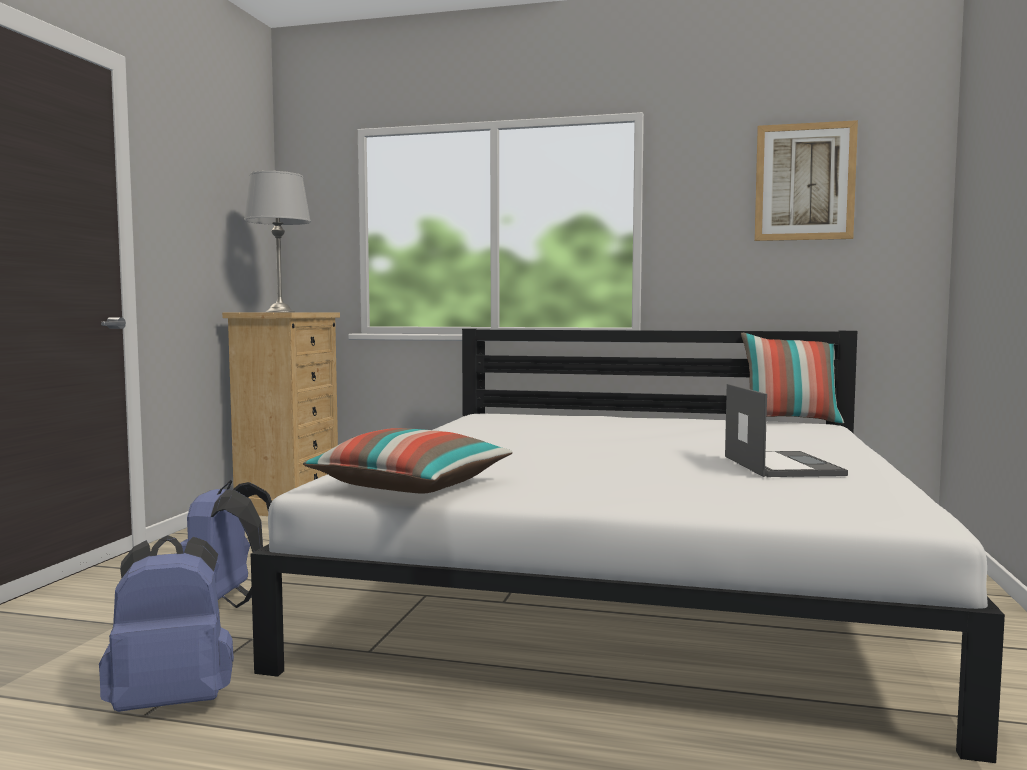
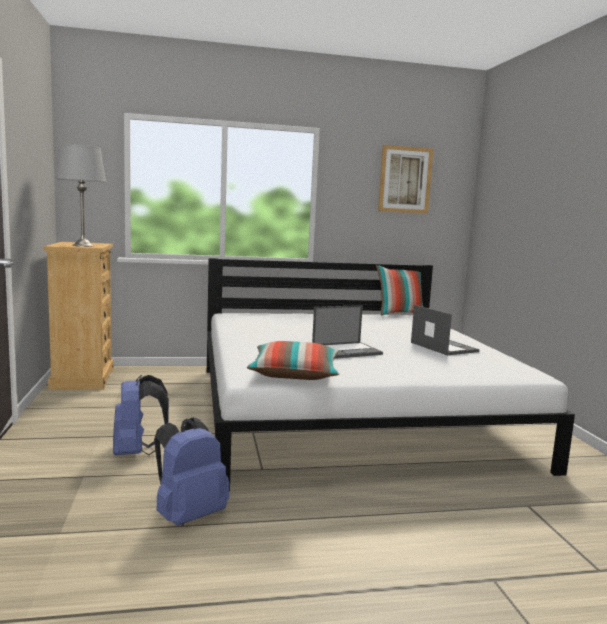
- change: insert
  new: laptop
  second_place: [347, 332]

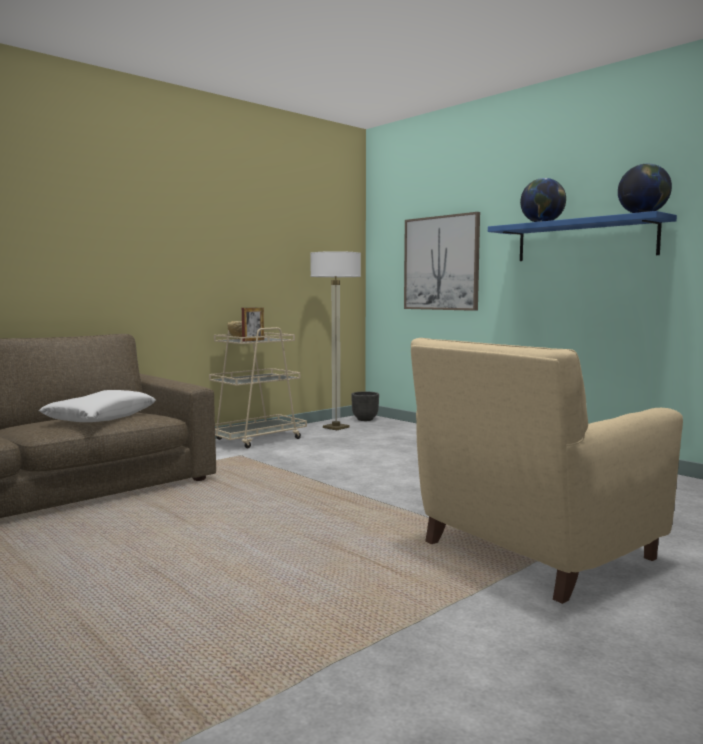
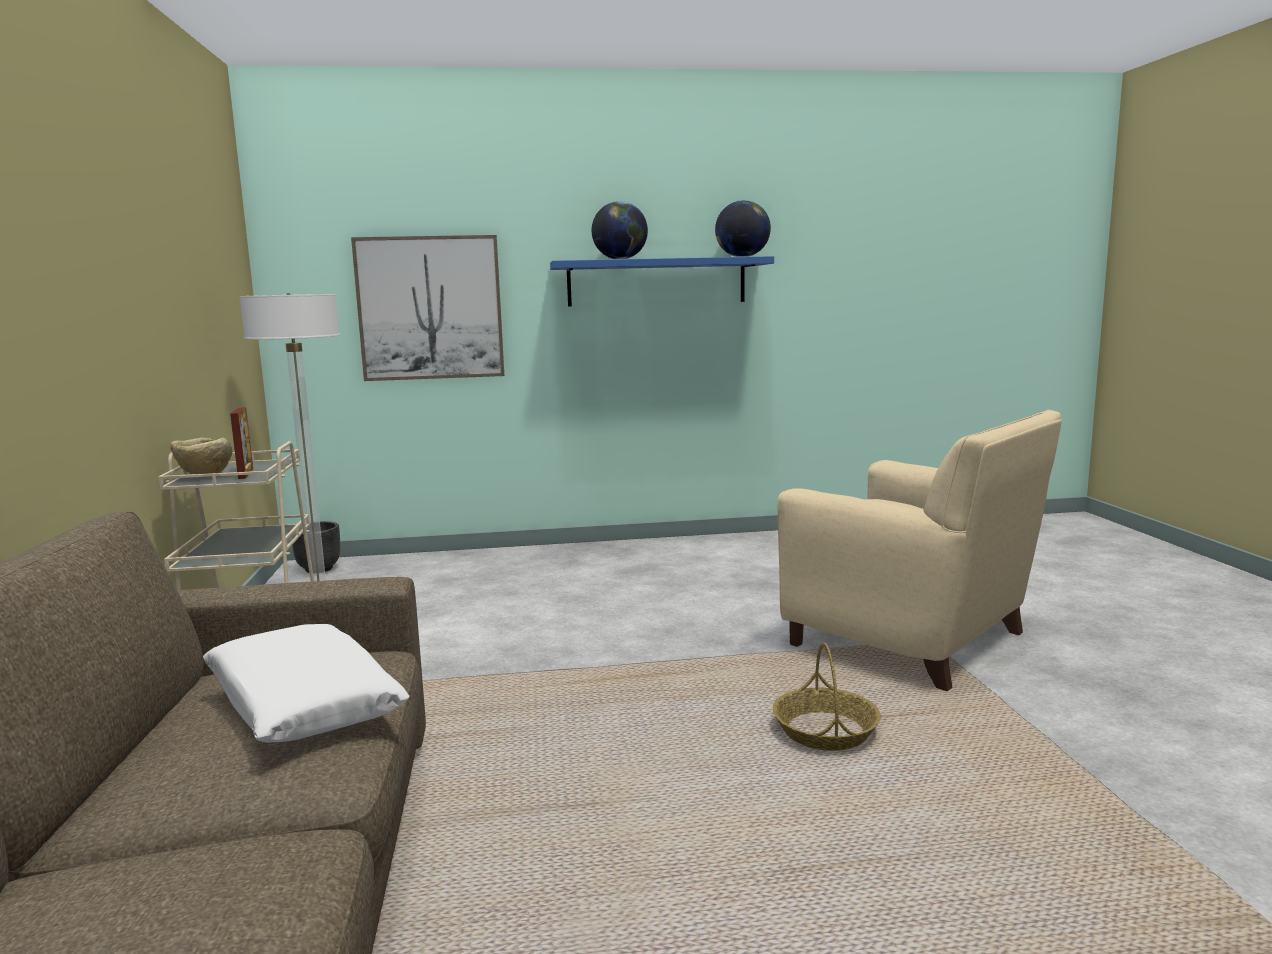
- change: insert
  new: basket
  second_place: [827, 697]
- change: rotate
  old: armchair in beige
  first_place: [547, 471]
  second_place: [920, 550]
  degrees: -45

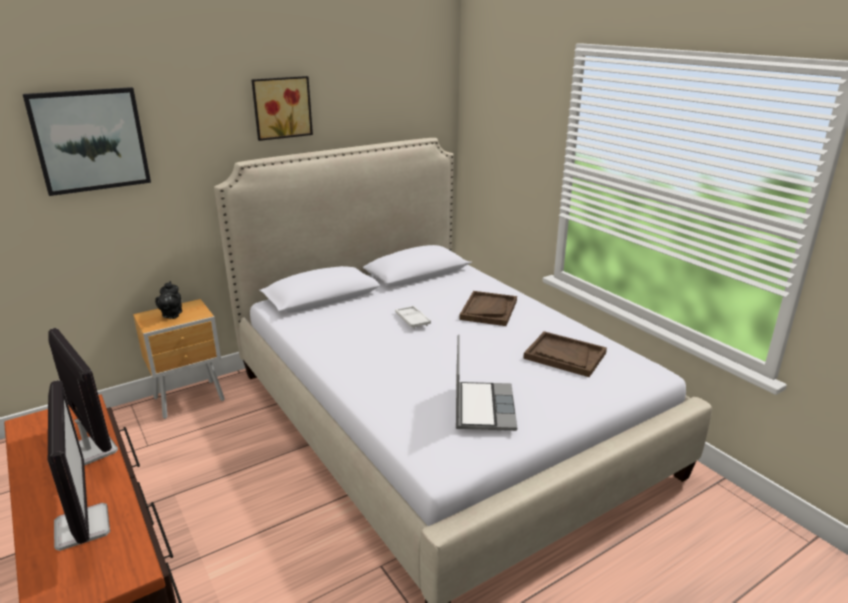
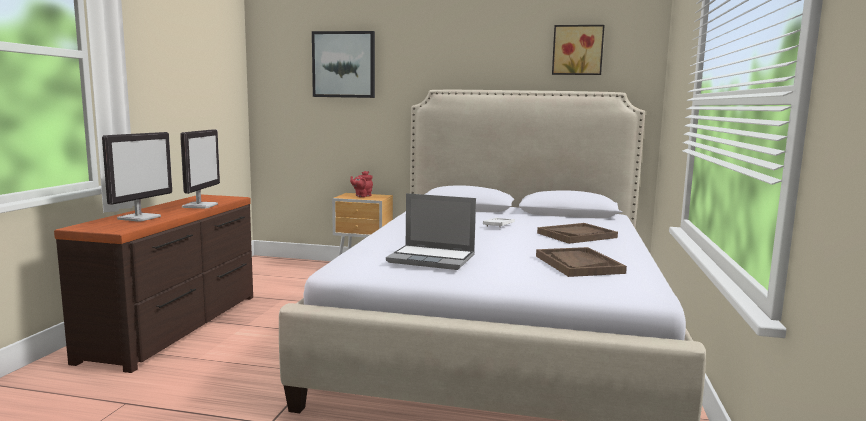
- change: recolor
  old: teapot in black
  new: teapot in red
  first_place: [168, 300]
  second_place: [361, 184]
- change: rotate
  old: laptop
  first_place: [486, 383]
  second_place: [431, 231]
  degrees: 60
- change: move
  old: picture
  first_place: [282, 108]
  second_place: [578, 50]

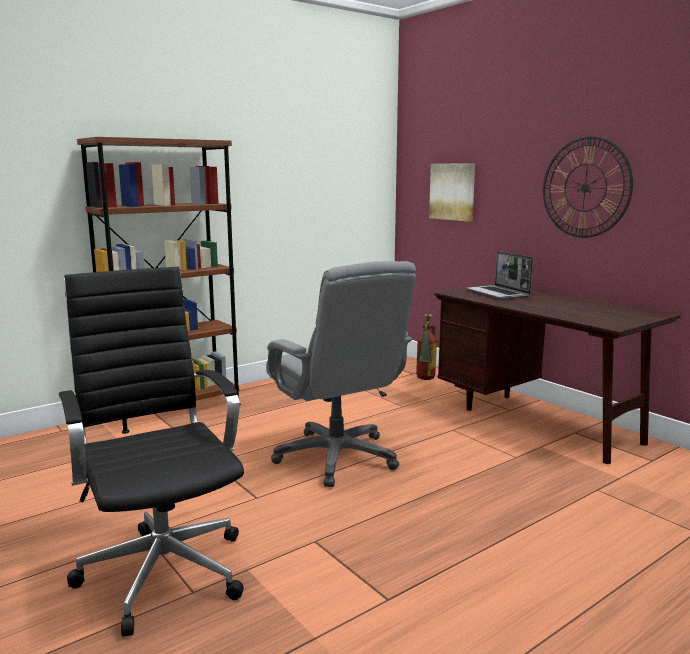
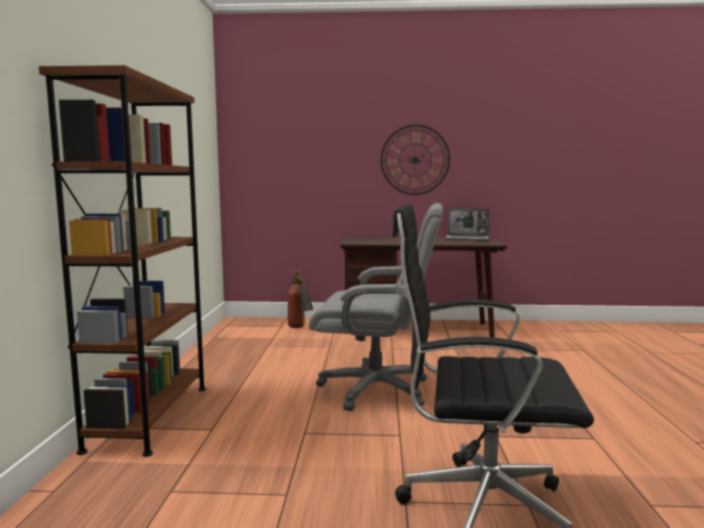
- change: move
  old: laptop
  first_place: [499, 275]
  second_place: [467, 224]
- change: delete
  old: picture
  first_place: [452, 192]

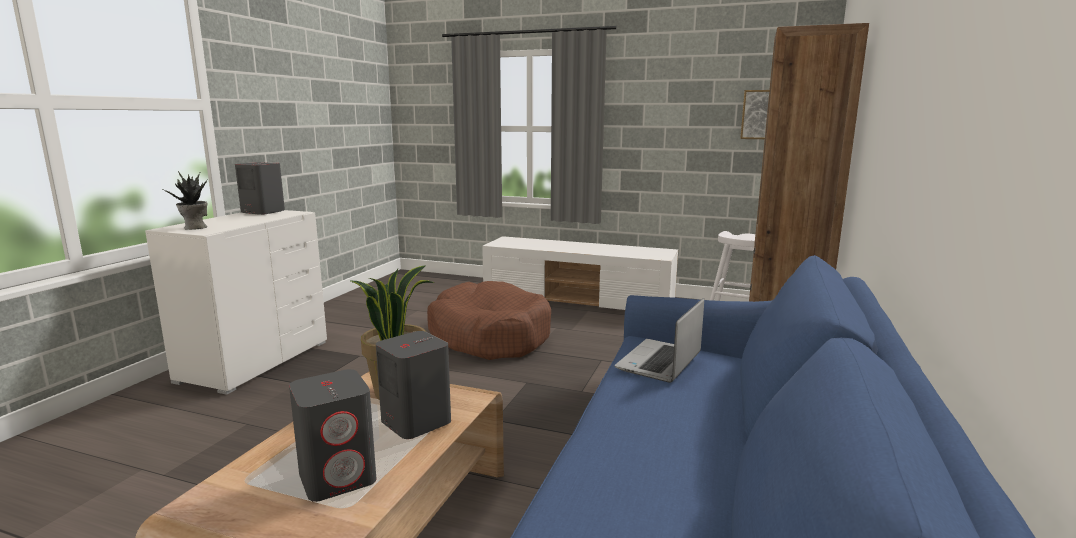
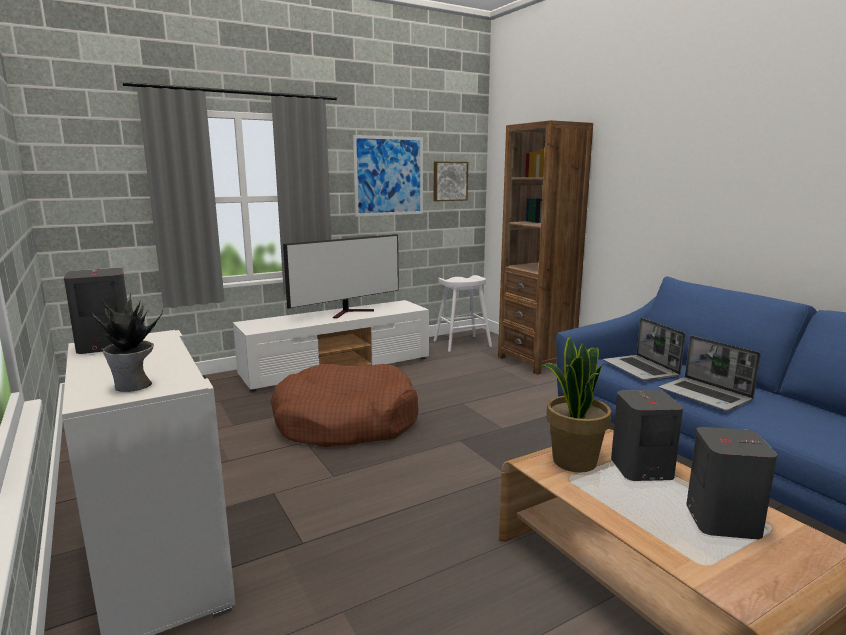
- change: insert
  new: television
  second_place: [341, 276]
- change: insert
  new: picture
  second_place: [388, 176]
- change: insert
  new: laptop
  second_place: [710, 373]

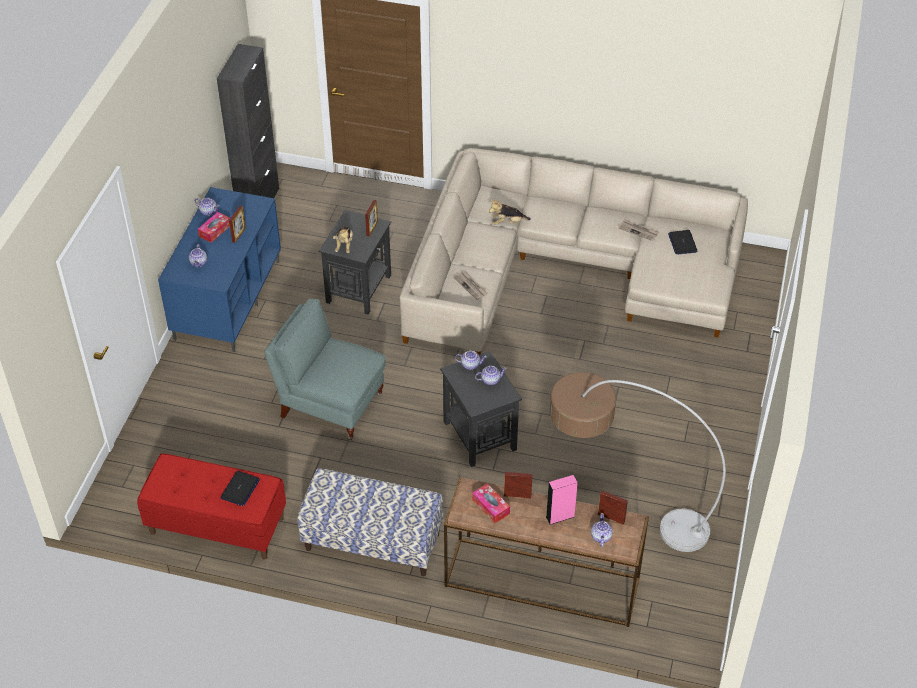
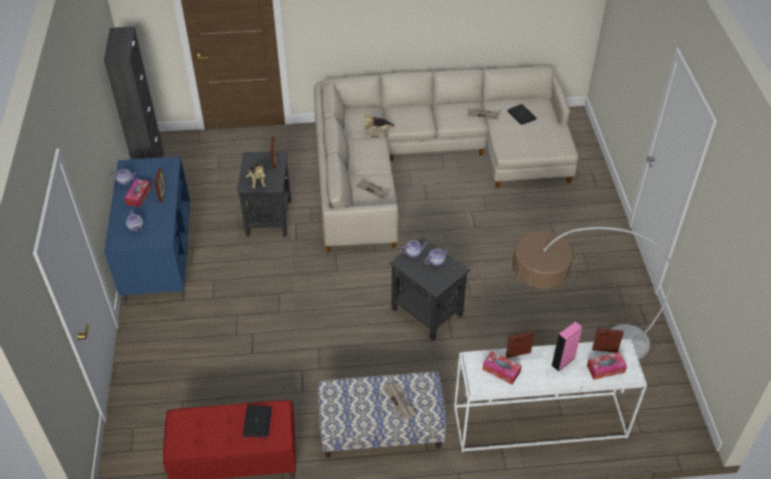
- change: insert
  new: newspaper
  second_place: [399, 401]
- change: recolor
  old: console table in brown
  new: console table in white
  first_place: [546, 552]
  second_place: [550, 395]
- change: replace
  old: teapot
  new: tissue box
  first_place: [602, 530]
  second_place: [607, 366]
- change: delete
  old: armchair in grey
  first_place: [325, 369]

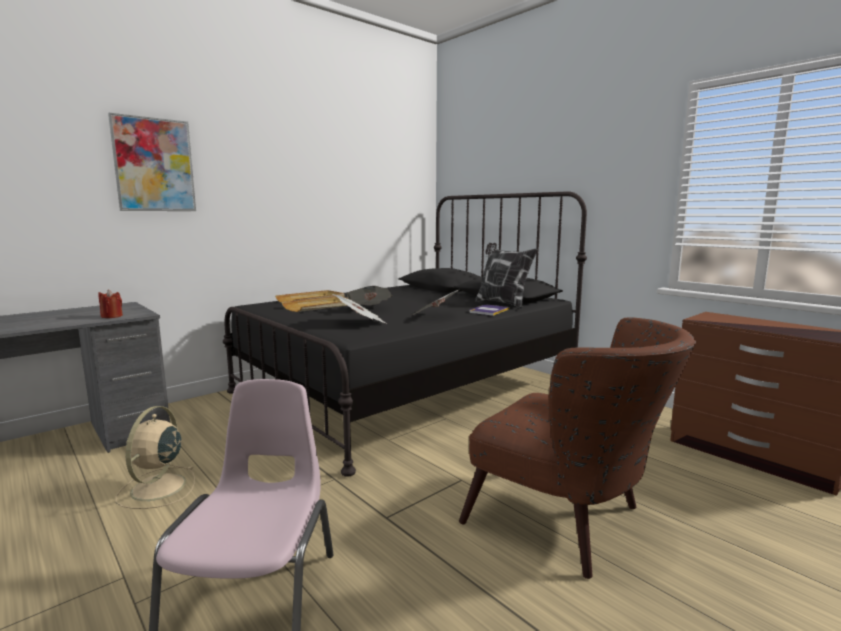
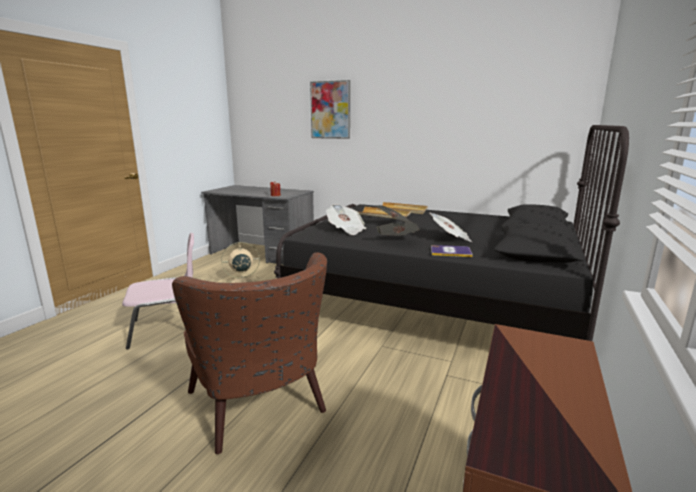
- change: rotate
  old: armchair in brown
  first_place: [577, 448]
  second_place: [249, 353]
  degrees: -45
- change: insert
  new: newspaper
  second_place: [451, 227]
- change: delete
  old: pillow
  first_place: [506, 276]

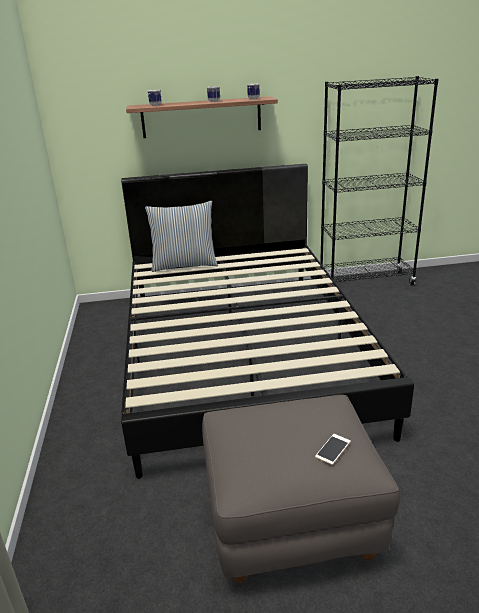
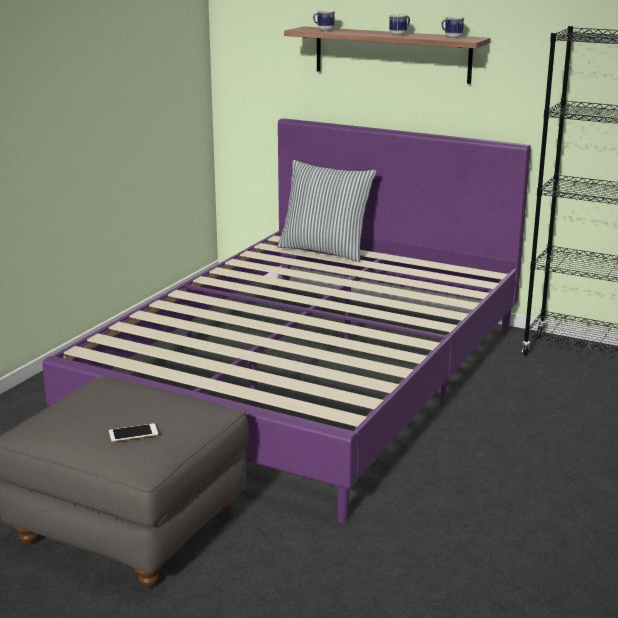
- change: recolor
  old: bed in black
  new: bed in purple
  first_place: [267, 321]
  second_place: [286, 320]

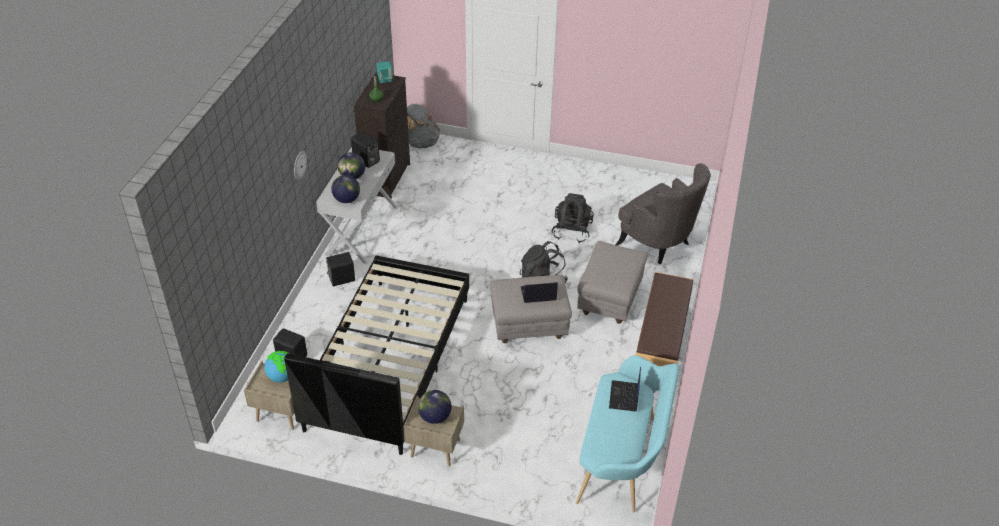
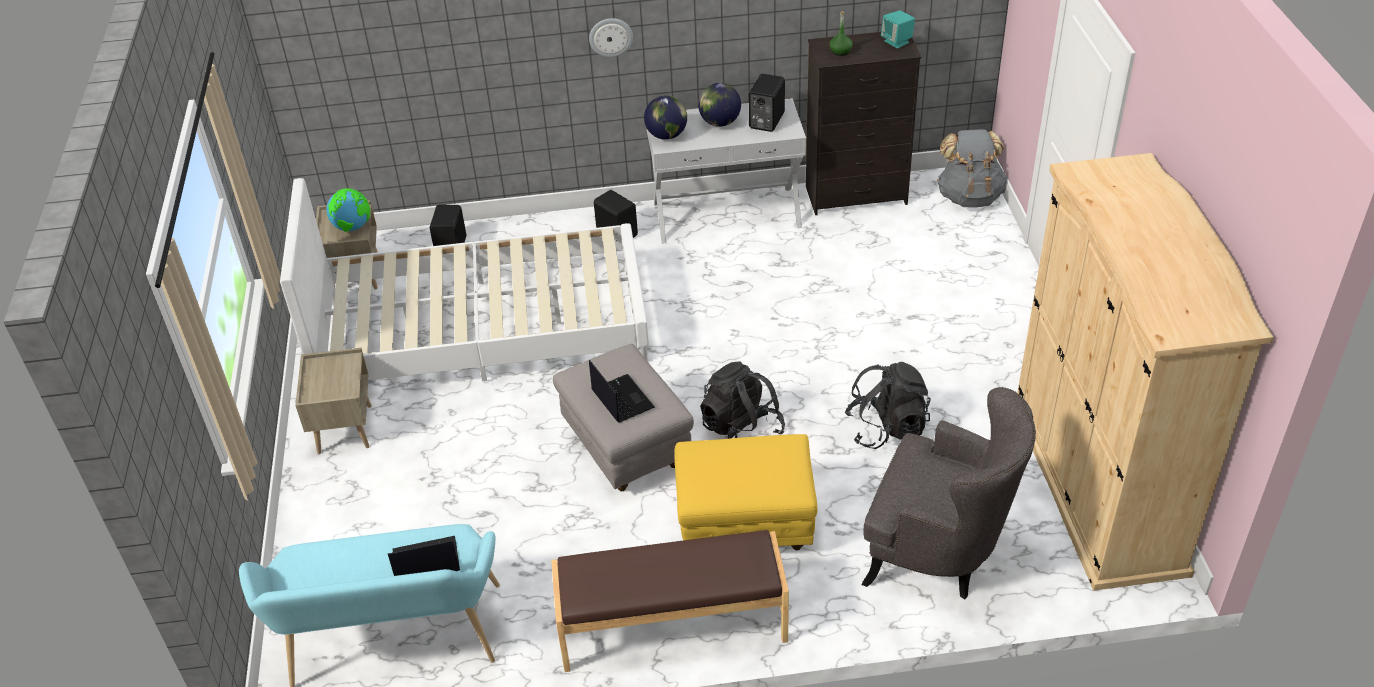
- change: recolor
  old: bed in black
  new: bed in white
  first_place: [376, 355]
  second_place: [464, 279]
- change: recolor
  old: ottoman in grey
  new: ottoman in yellow
  first_place: [612, 282]
  second_place: [745, 492]
- change: rotate
  old: armchair in grey
  first_place: [663, 213]
  second_place: [948, 493]
  degrees: -90
- change: insert
  new: wardrobe in beige
  second_place: [1145, 372]
- change: delete
  old: globe
  first_place: [435, 407]

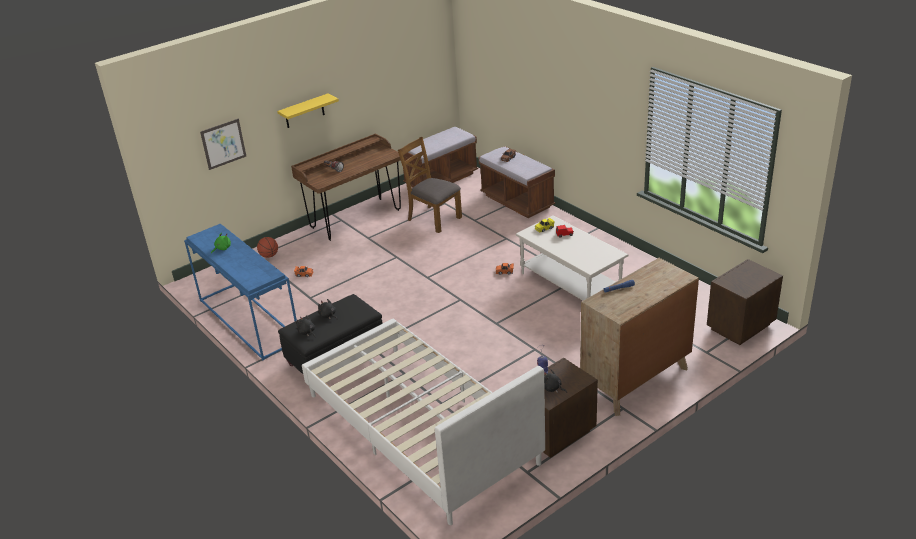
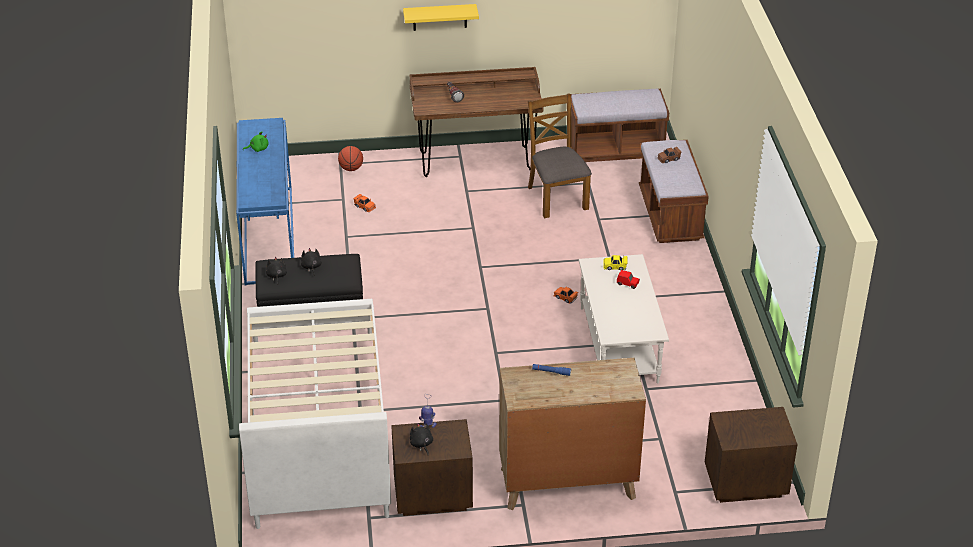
- change: delete
  old: picture
  first_place: [223, 144]

